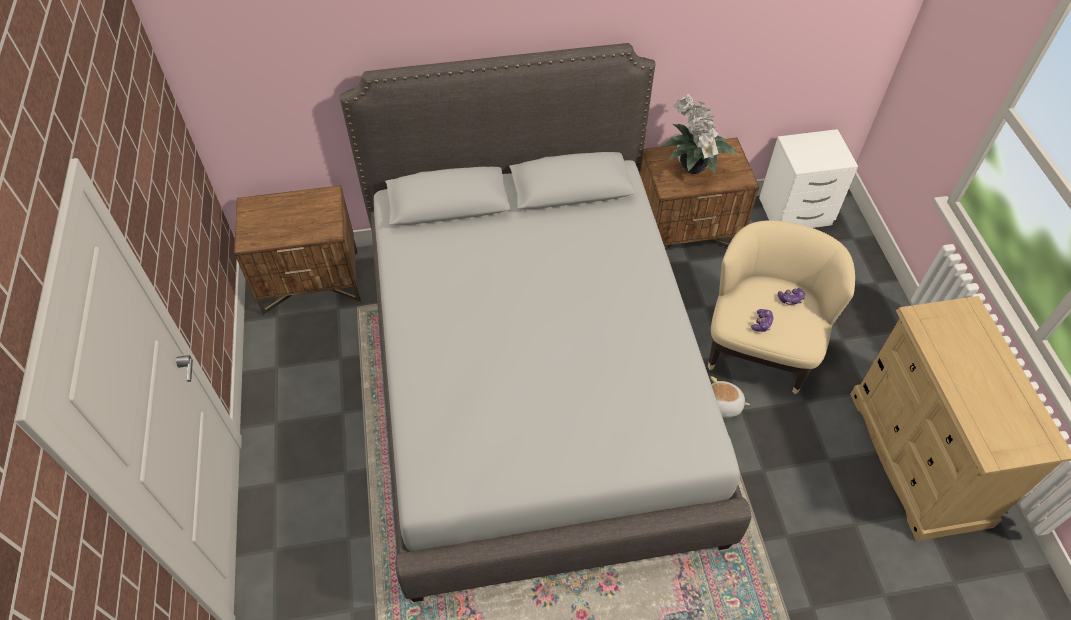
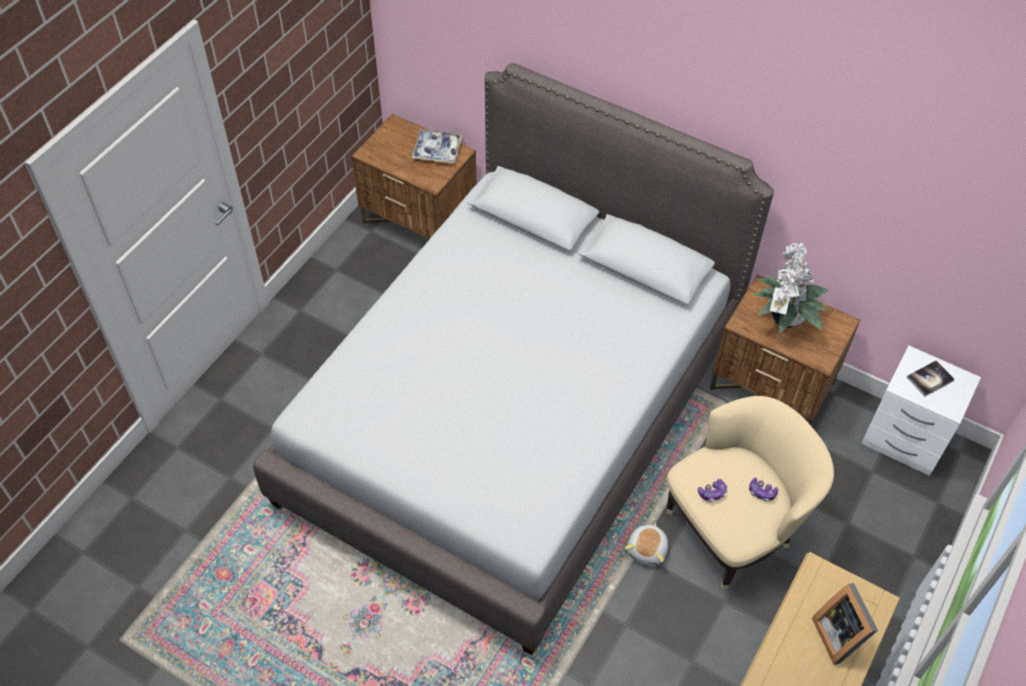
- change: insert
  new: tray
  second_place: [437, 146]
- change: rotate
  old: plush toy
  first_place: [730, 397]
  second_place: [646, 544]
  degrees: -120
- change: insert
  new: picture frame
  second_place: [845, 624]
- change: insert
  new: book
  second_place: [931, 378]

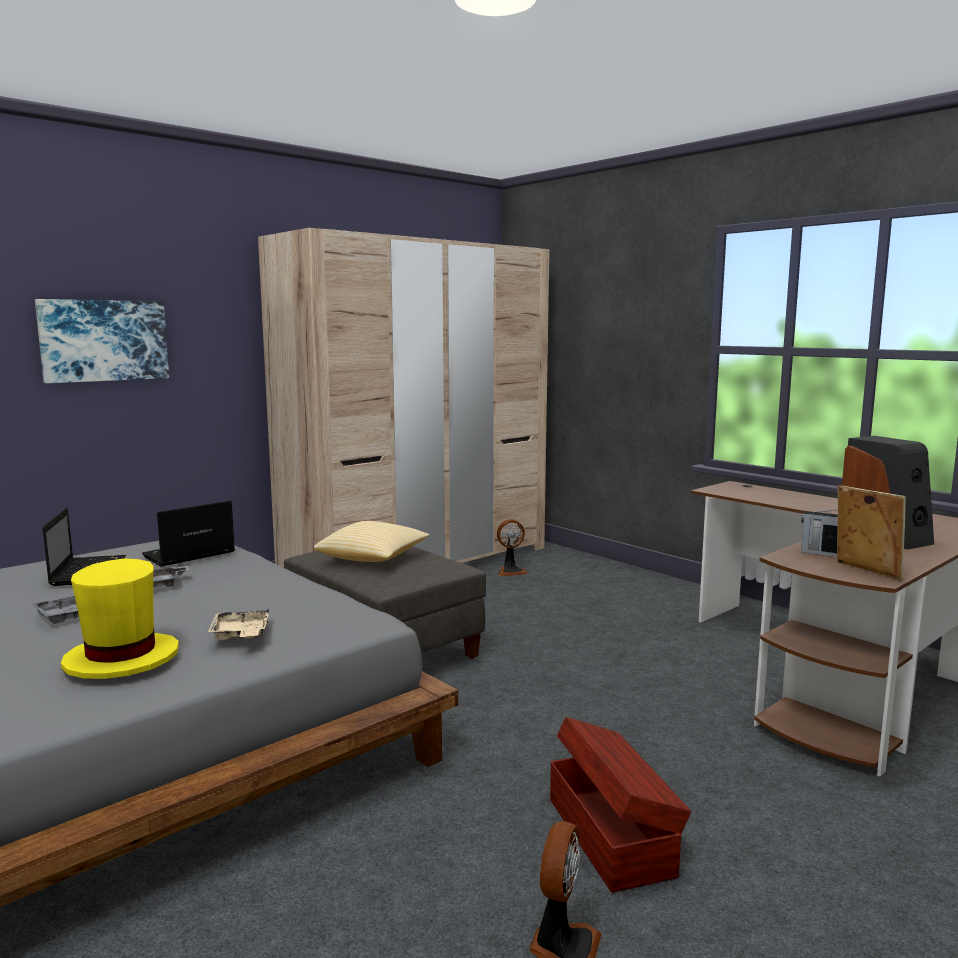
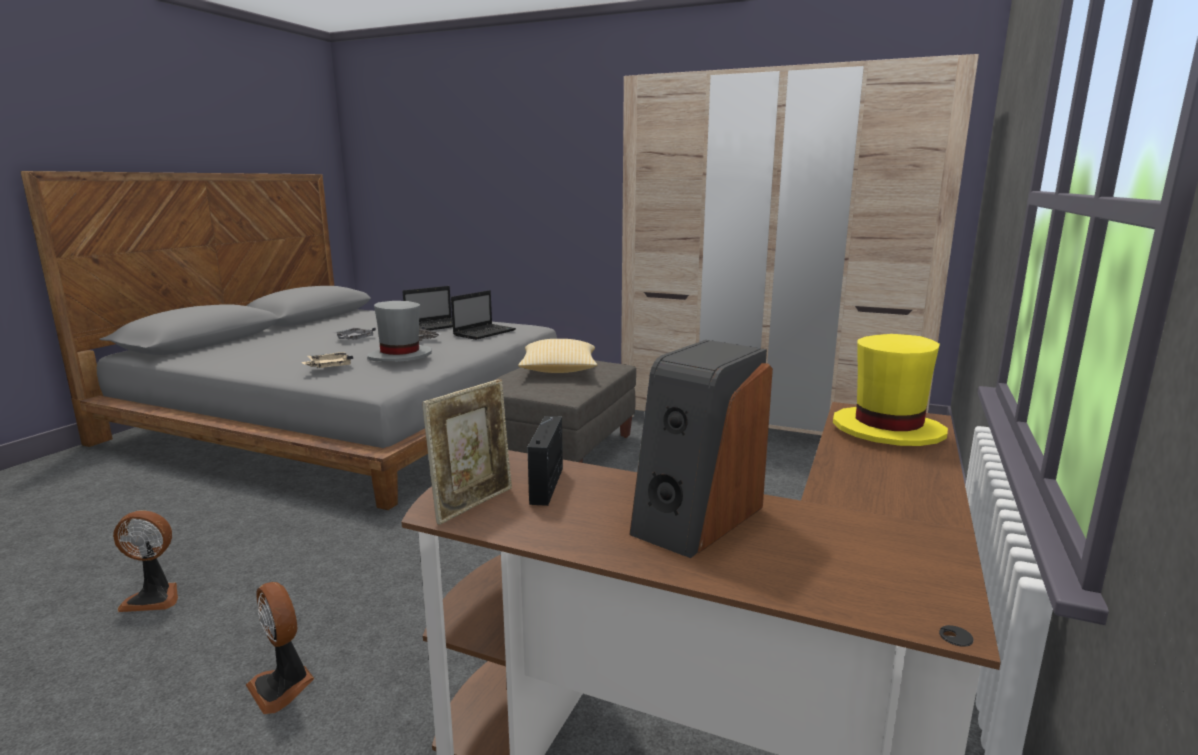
- change: move
  old: fan
  first_place: [512, 547]
  second_place: [280, 648]
- change: insert
  new: hat in grey
  second_place: [399, 331]
- change: rotate
  old: laptop
  first_place: [188, 533]
  second_place: [483, 315]
  degrees: 105
- change: move
  old: hat in yellow
  first_place: [120, 618]
  second_place: [890, 390]
- change: delete
  old: picture
  first_place: [102, 341]
- change: delete
  old: storage box in brown
  first_place: [620, 804]

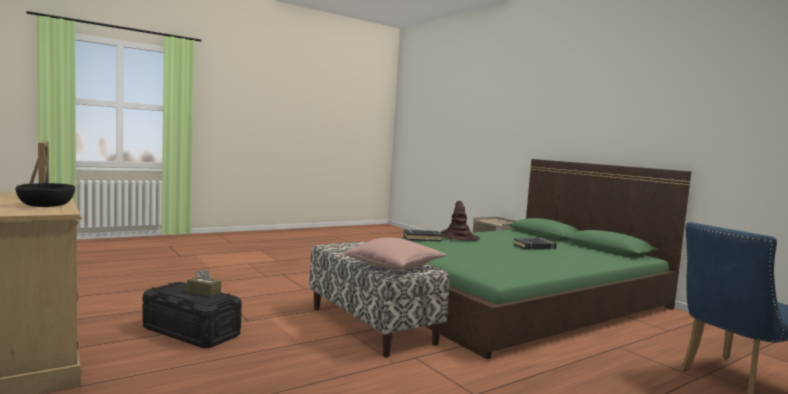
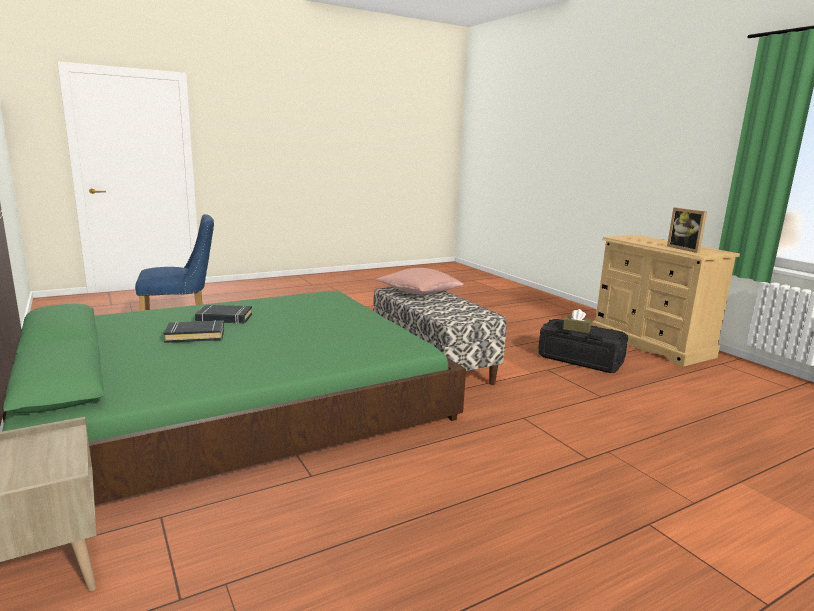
- change: move
  old: book in black
  first_place: [423, 235]
  second_place: [223, 314]
- change: delete
  old: bowl in black
  first_place: [45, 195]
- change: delete
  old: hat in brown
  first_place: [460, 221]

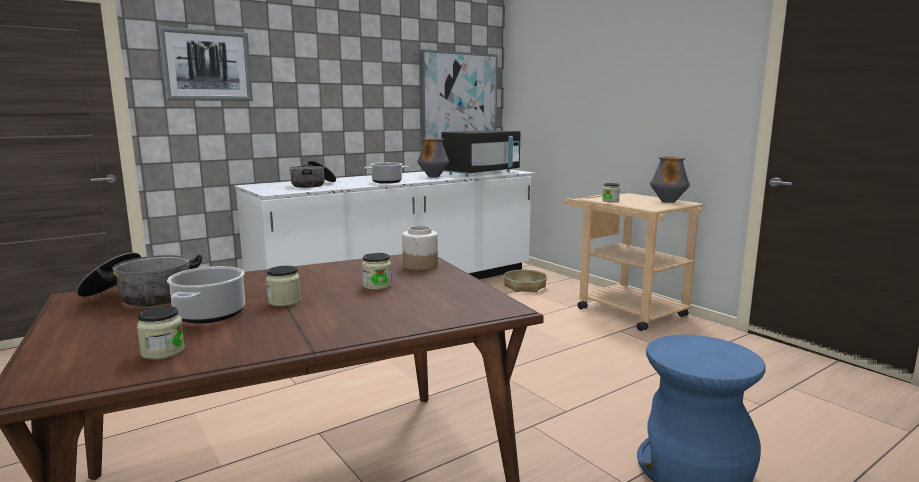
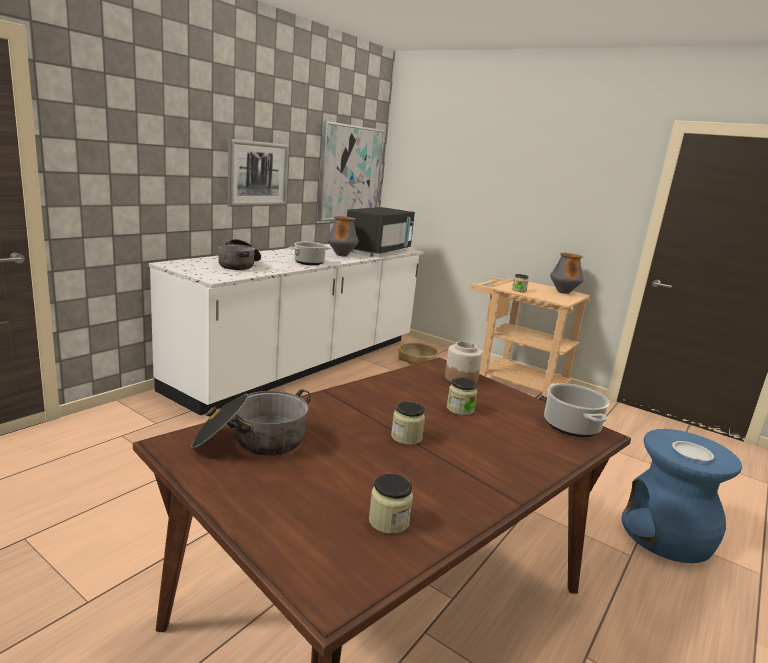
- change: move
  old: picture
  first_place: [205, 63]
  second_place: [258, 173]
- change: move
  old: cooking pot
  first_place: [206, 294]
  second_place: [577, 410]
- change: insert
  new: plate in white
  second_place: [693, 451]

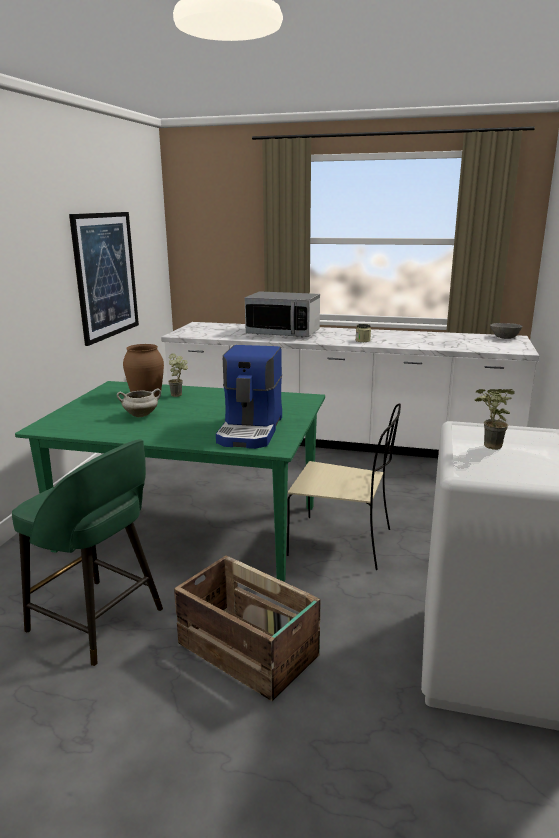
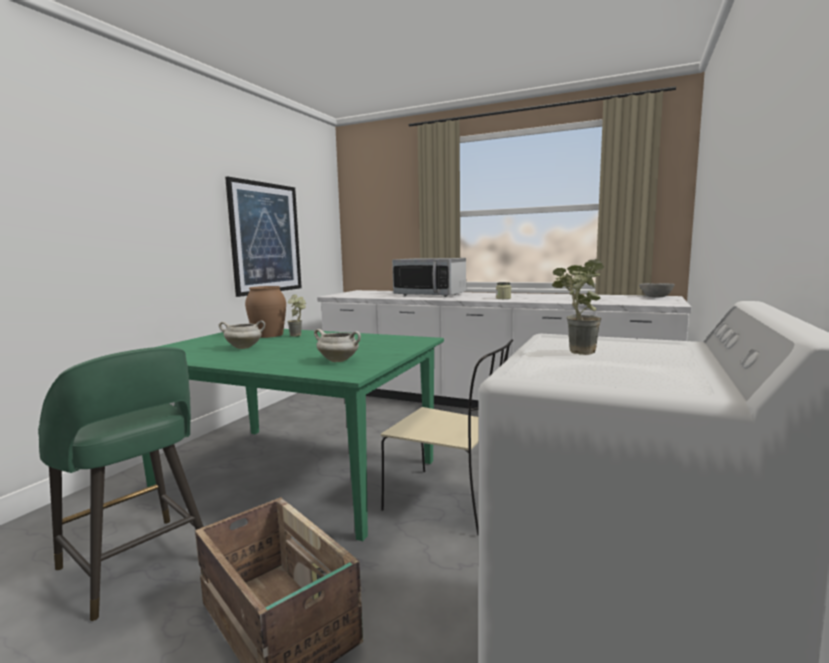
- change: replace
  old: coffee machine
  new: cooking pot in white
  first_place: [249, 397]
  second_place: [337, 345]

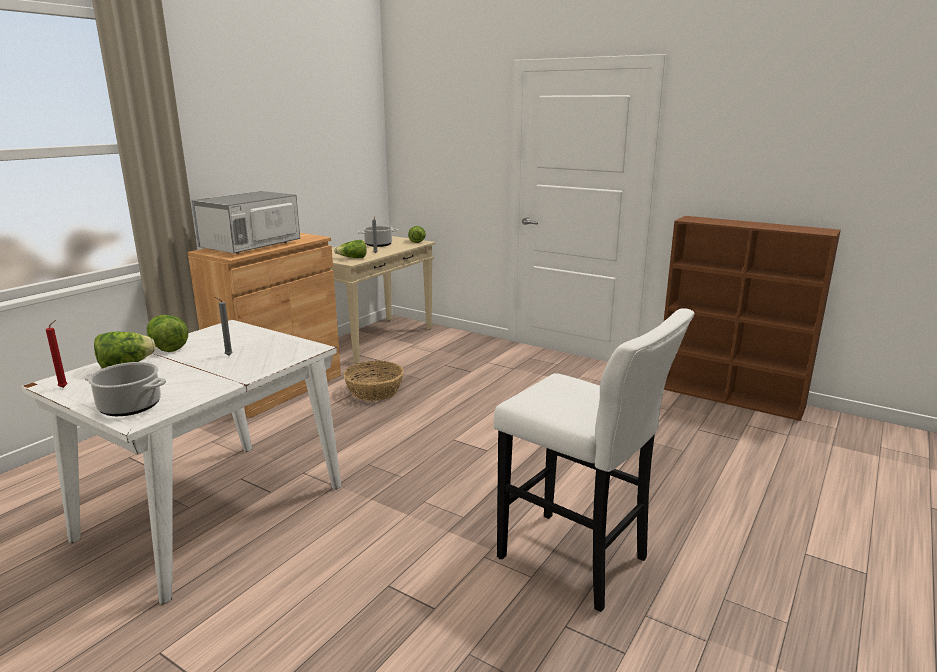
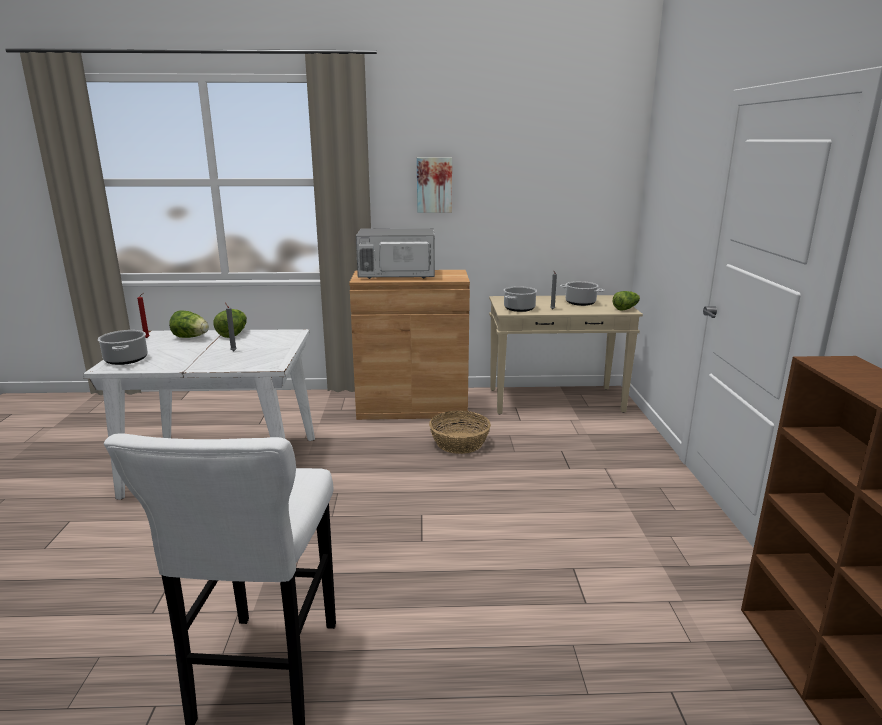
- change: insert
  new: picture
  second_place: [434, 185]
- change: replace
  old: lettuce
  new: cooking pot
  first_place: [350, 249]
  second_place: [520, 299]

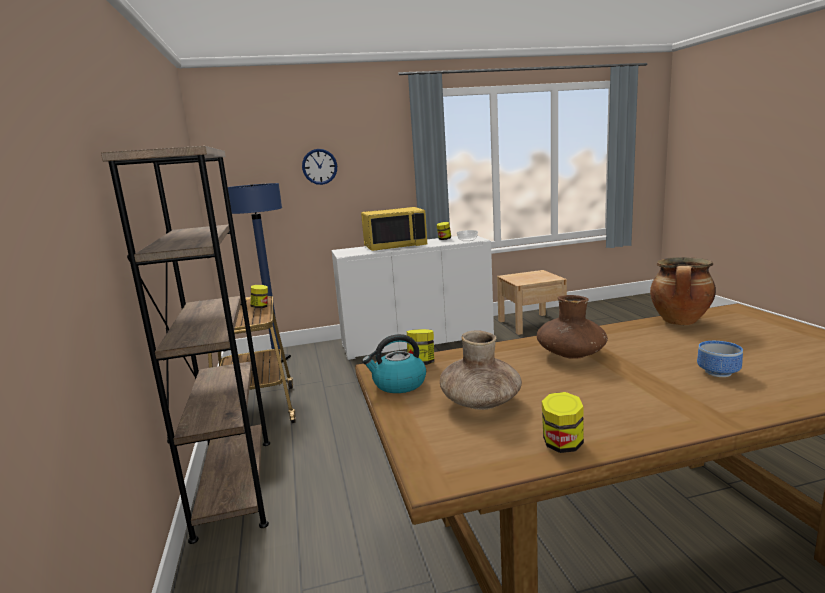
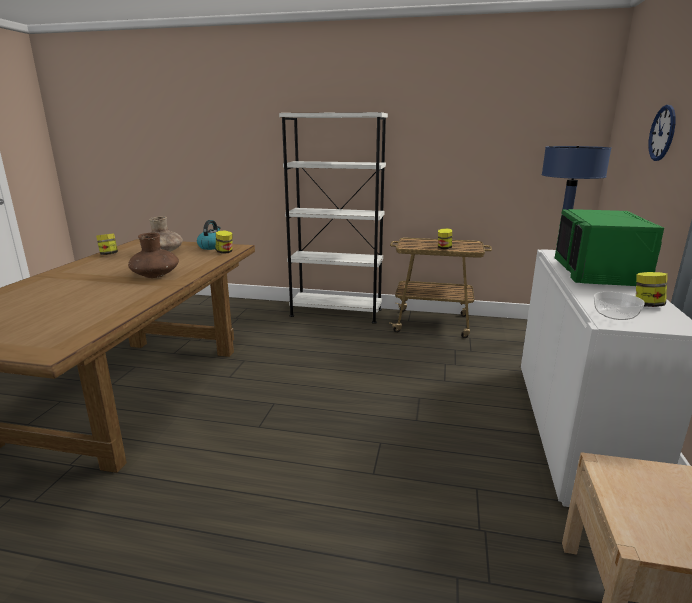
- change: recolor
  old: bookcase in brown
  new: bookcase in white
  first_place: [185, 345]
  second_place: [333, 218]
- change: recolor
  old: microwave in yellow
  new: microwave in green
  first_place: [394, 229]
  second_place: [609, 247]
- change: delete
  old: cooking pot
  first_place: [683, 291]
- change: delete
  old: bowl
  first_place: [720, 359]

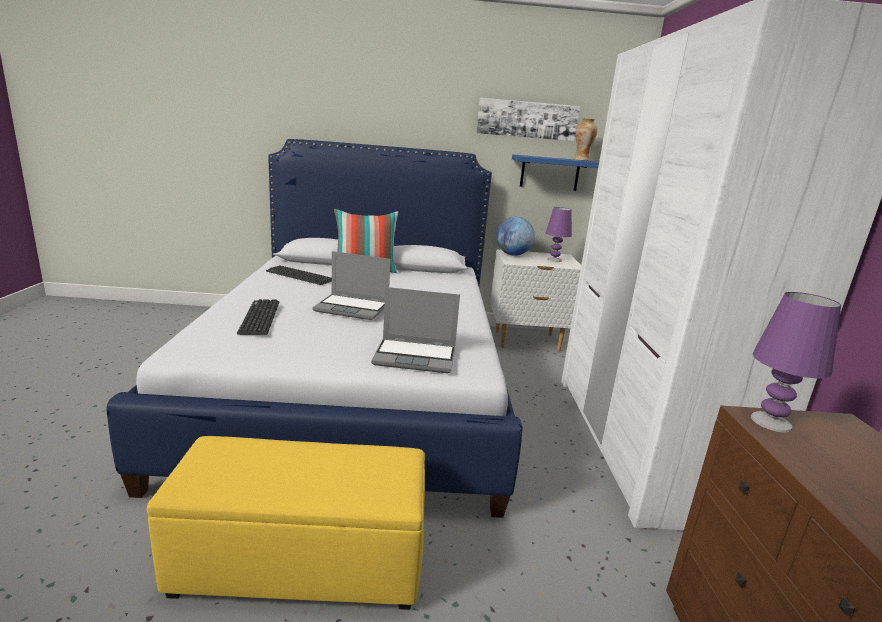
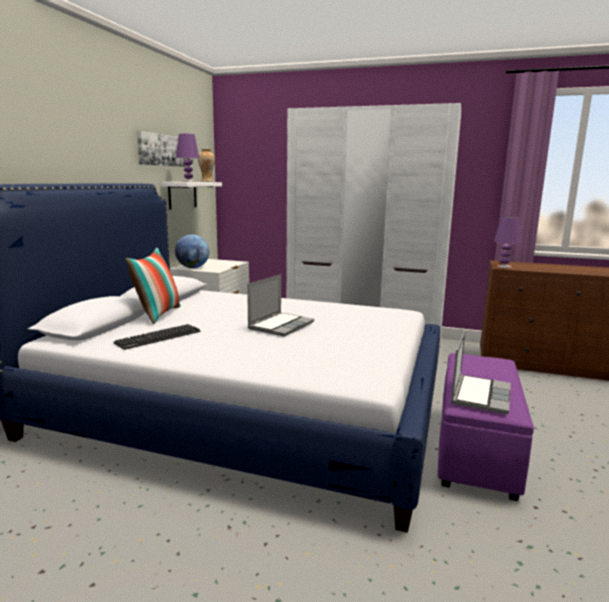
- change: recolor
  old: shelf in blue
  new: shelf in white
  first_place: [555, 172]
  second_place: [192, 195]
- change: move
  old: table lamp in purple
  first_place: [559, 234]
  second_place: [187, 158]
- change: recolor
  old: ottoman in yellow
  new: ottoman in purple
  first_place: [286, 523]
  second_place: [486, 427]
- change: move
  old: laptop
  first_place: [415, 330]
  second_place: [481, 372]
- change: delete
  old: keyboard
  first_place: [258, 317]

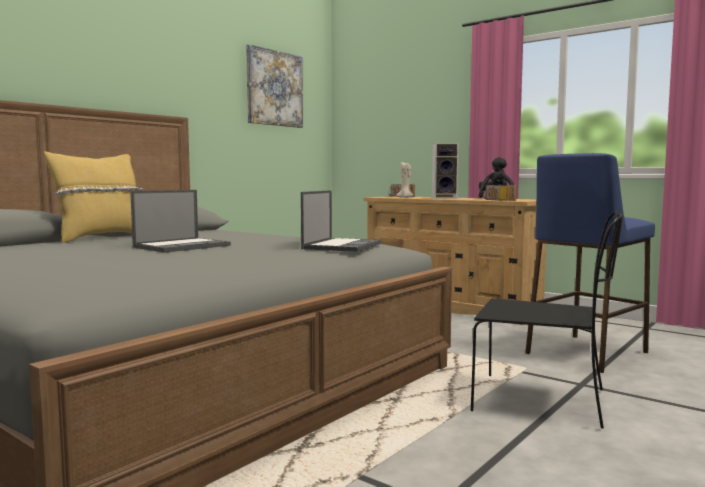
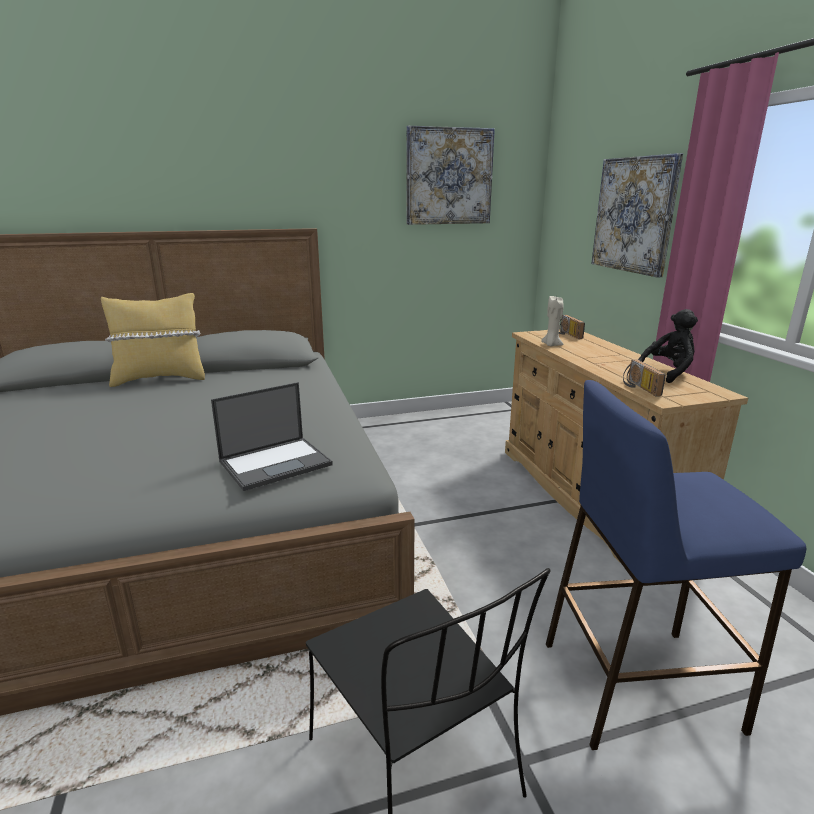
- change: insert
  new: picture
  second_place: [637, 215]
- change: delete
  old: laptop
  first_place: [180, 221]
- change: delete
  old: speaker
  first_place: [445, 171]

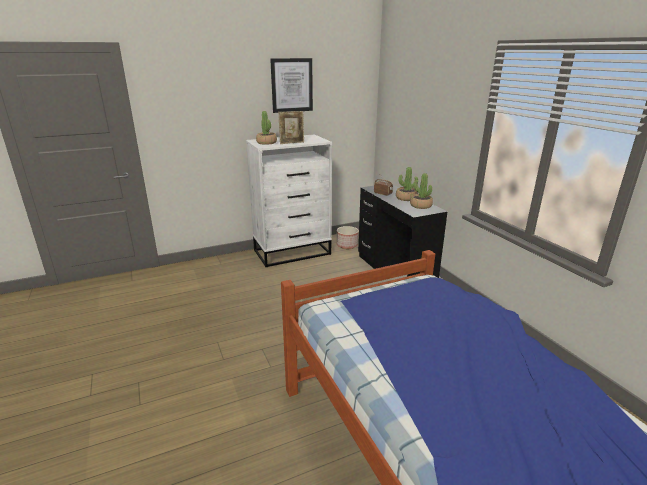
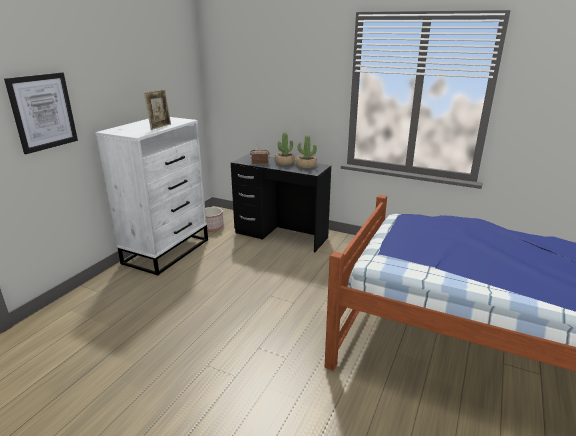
- change: move
  old: picture
  first_place: [291, 85]
  second_place: [41, 113]
- change: delete
  old: potted plant
  first_place: [266, 128]

